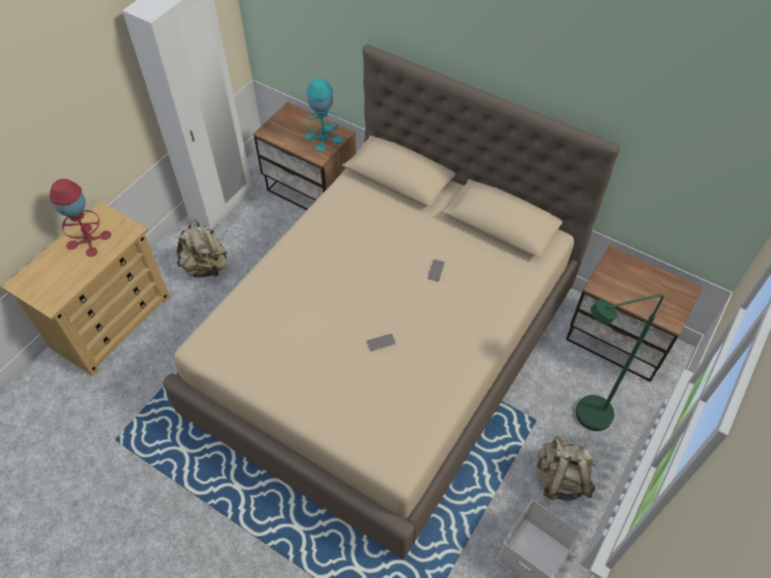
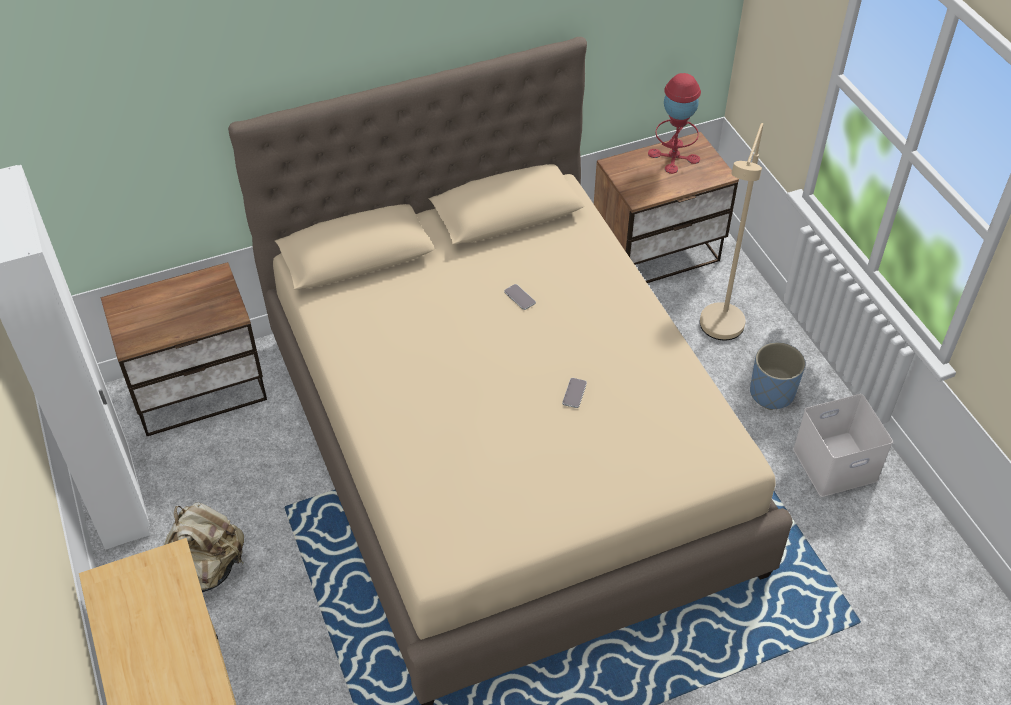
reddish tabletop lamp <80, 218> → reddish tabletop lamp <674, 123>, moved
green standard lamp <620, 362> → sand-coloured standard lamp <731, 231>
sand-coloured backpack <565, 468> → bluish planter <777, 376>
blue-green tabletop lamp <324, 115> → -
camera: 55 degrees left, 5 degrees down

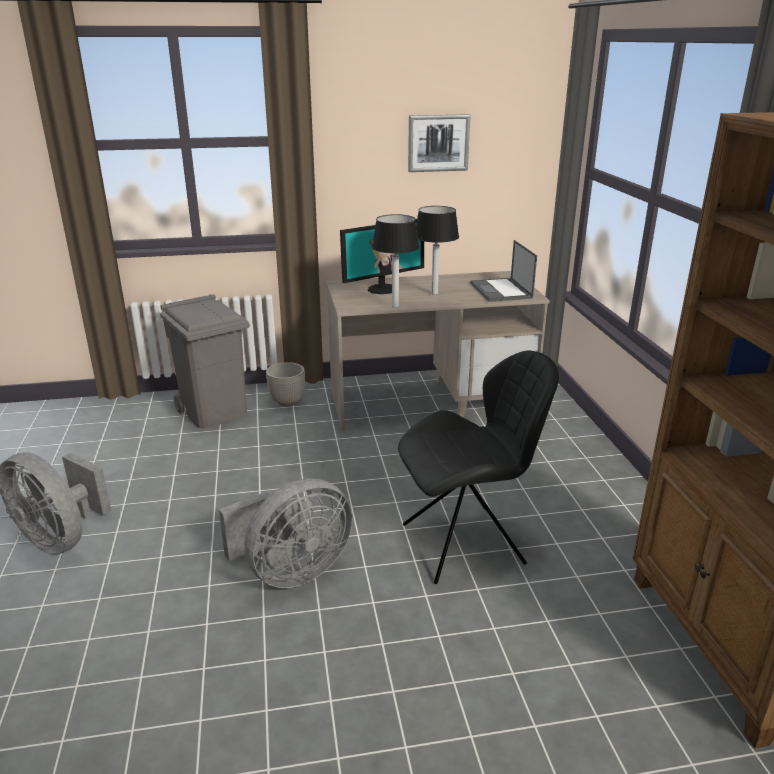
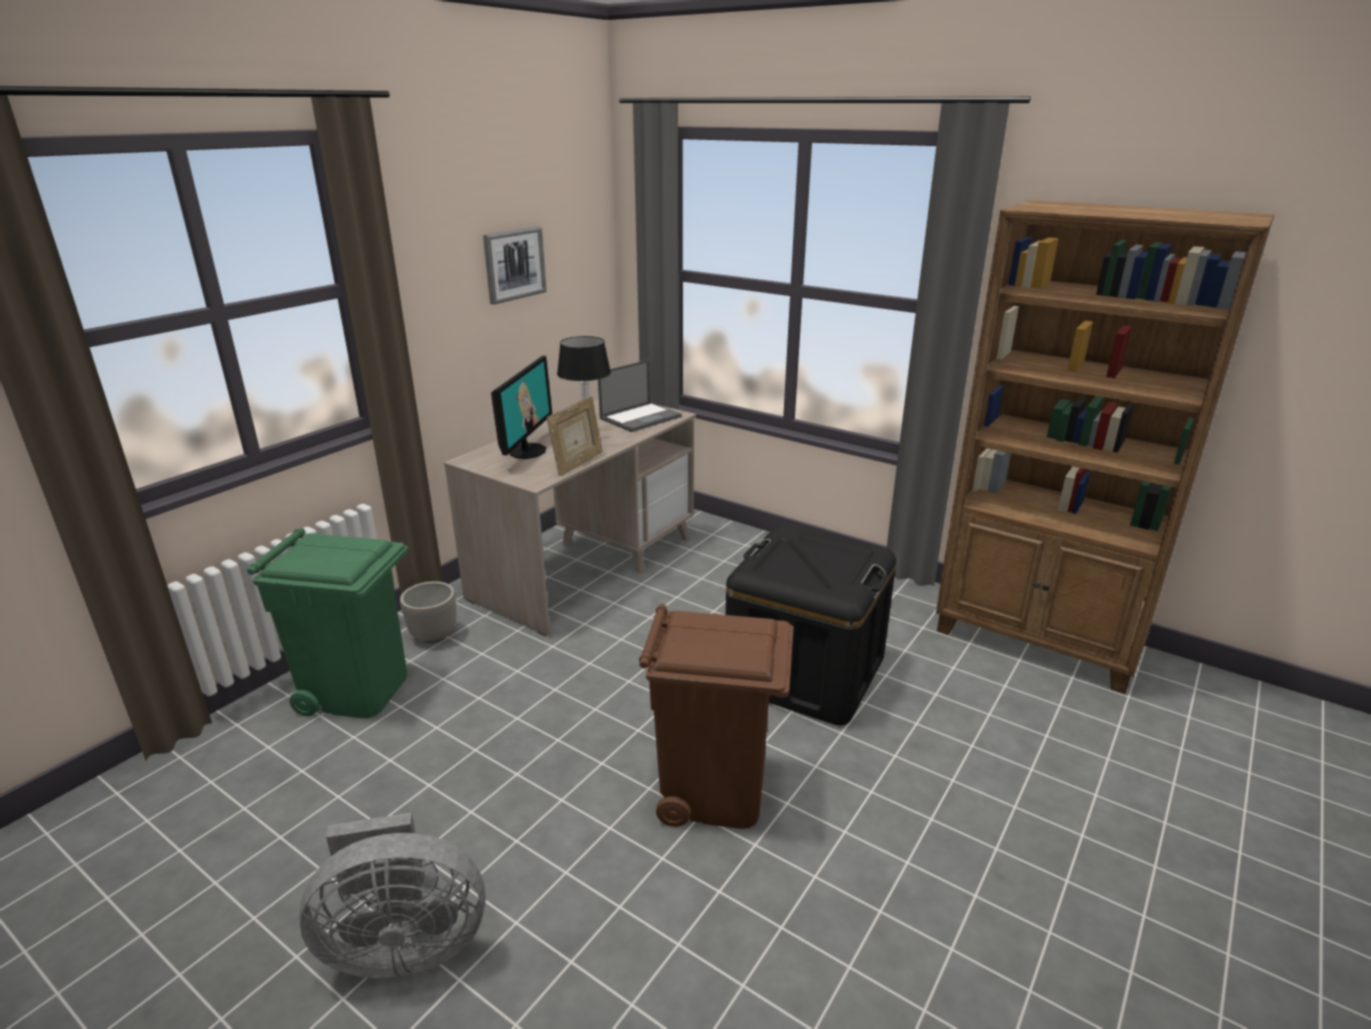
greyish rubbish bin <205, 361> → green rubbish bin <328, 623>
tabletop lamp <396, 261> → standing frame <575, 436>
laptop <503, 271> → laptop <640, 396>, 75 degrees counterclockwise
greyish cooling fan <286, 533> → brown-coloured rubbish bin <716, 716>
black-coloured upright chair <478, 467> → black-coloured storage bin <810, 625>
camera: 45 degrees left, 0 degrees up

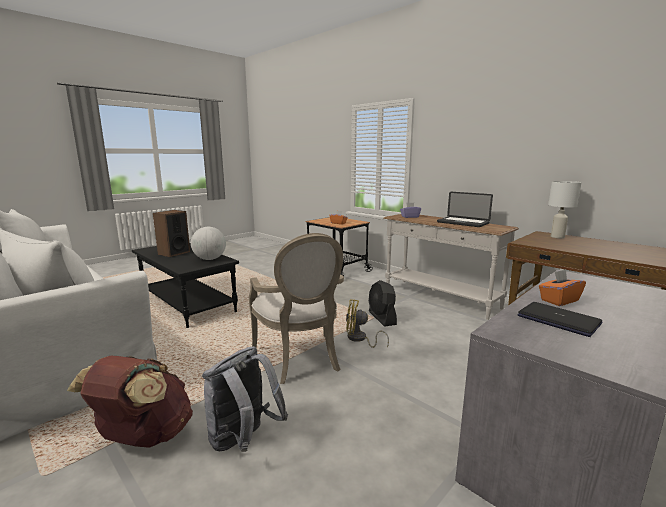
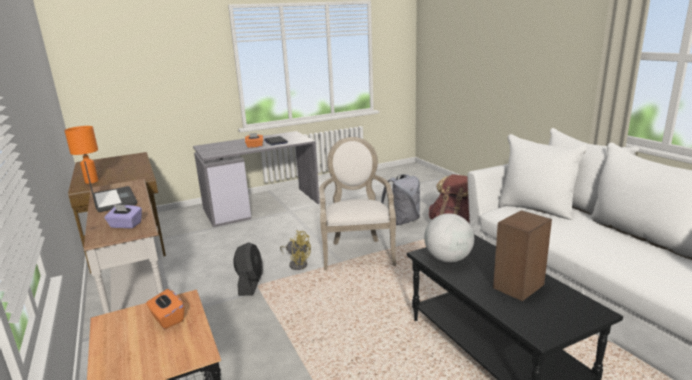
whitish tabletop lamp <565, 209> → orange tabletop lamp <81, 155>
camera: 160 degrees left, 5 degrees up

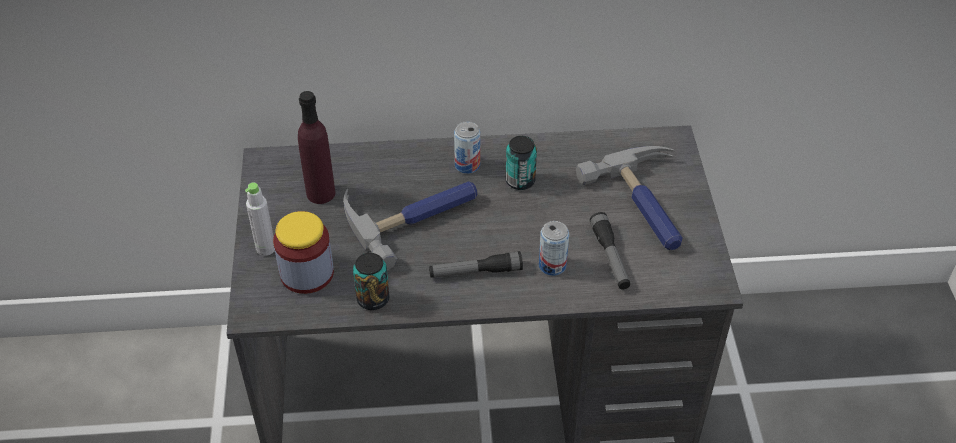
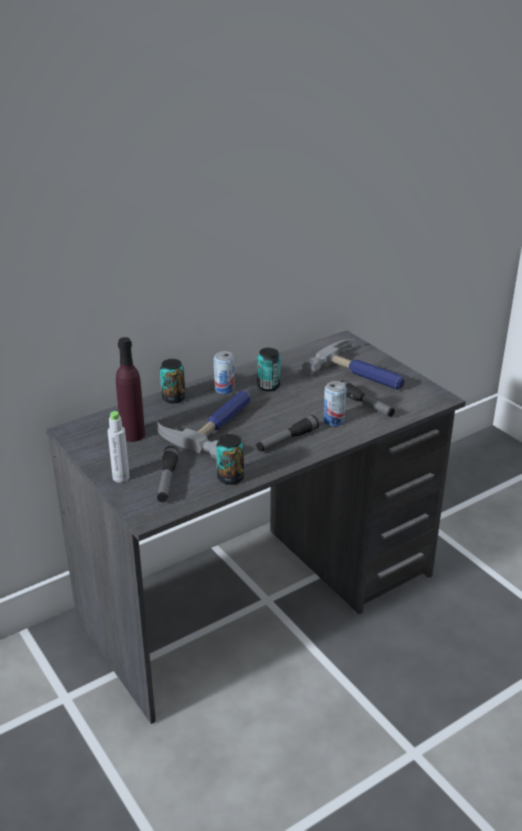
jar <303, 252> → torch <168, 474>
- → can <172, 381>
camera: 30 degrees left, 15 degrees down

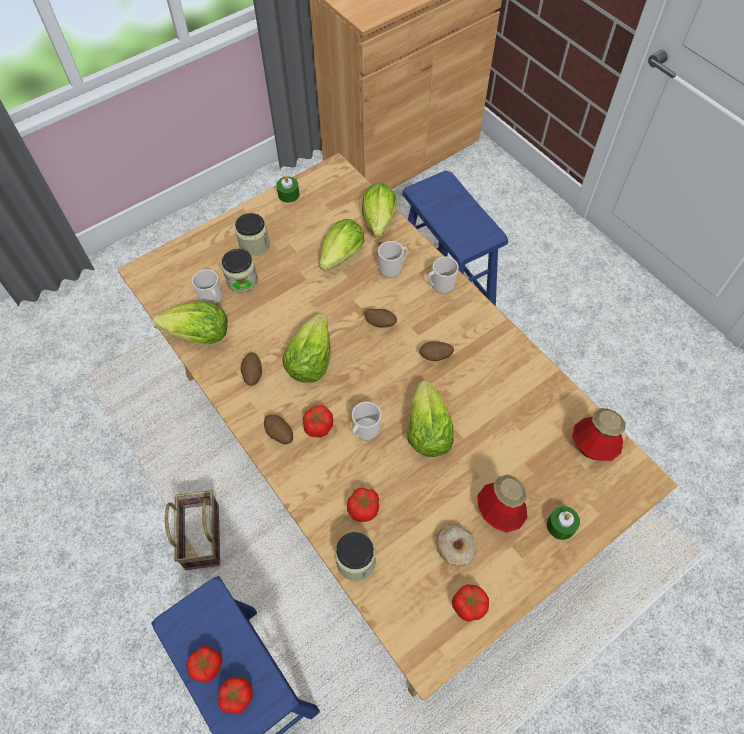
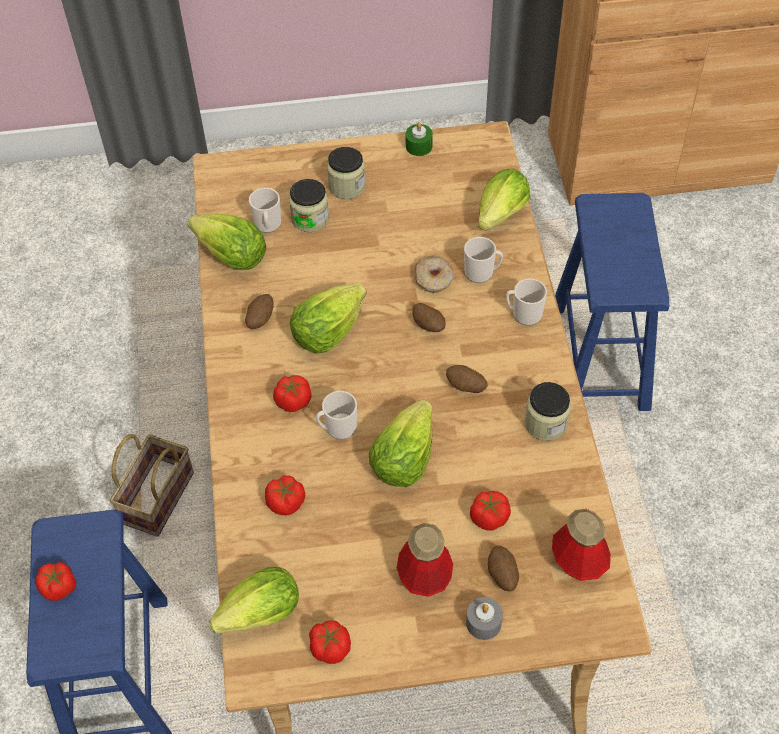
head of lettuce <342, 245> → head of lettuce <254, 600>, moved
doughnut <456, 545> → doughnut <433, 274>, moved
green wax light <563, 523> → greyish wax light <484, 618>
whole tomato <235, 695> → whole tomato <490, 511>, moved
spud <278, 429> → spud <503, 568>, moved
jar <355, 556> → jar <548, 411>, moved
camera: 30 degrees right, 5 degrees down

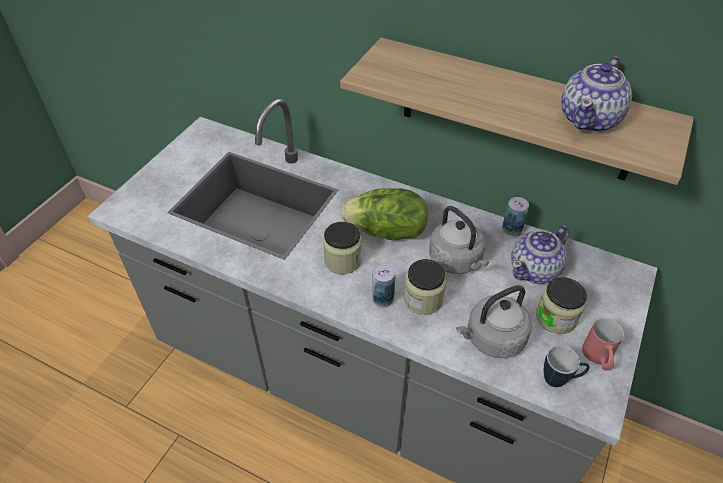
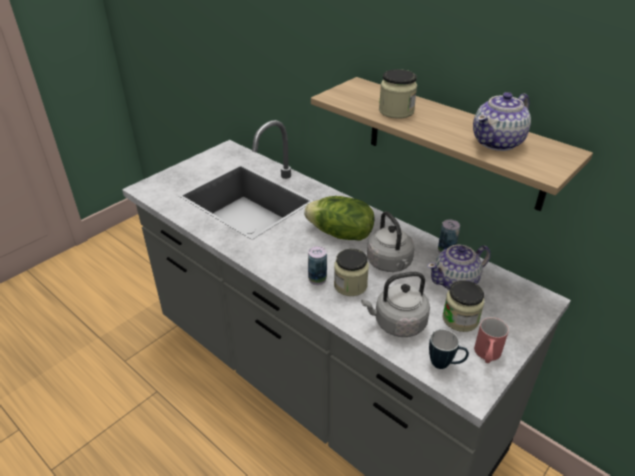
jar <342, 248> → jar <398, 94>, moved
camera: 15 degrees right, 10 degrees down

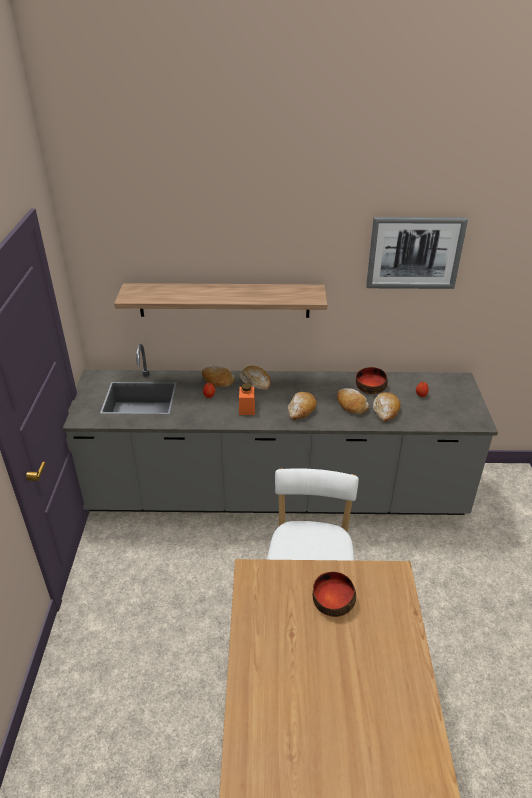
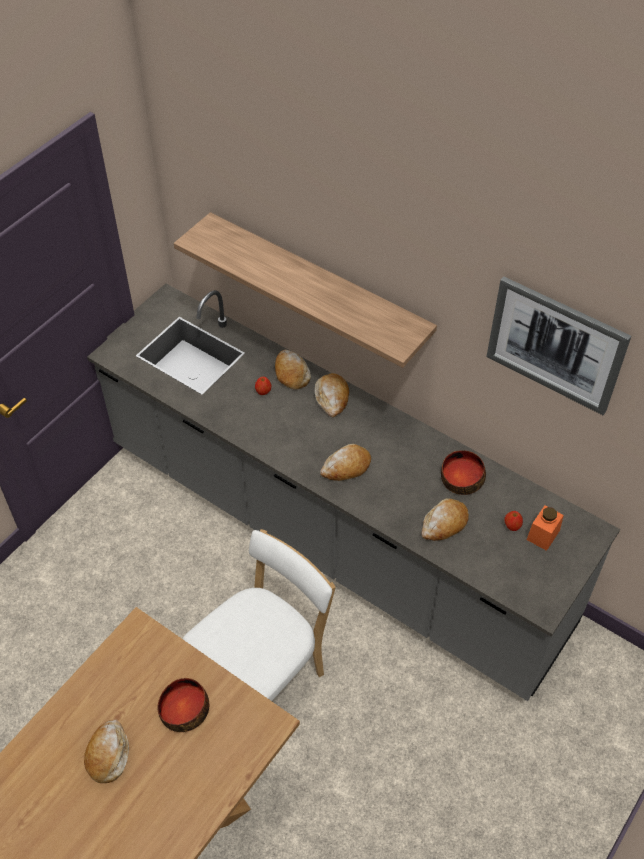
bread <353, 401> → bread <106, 751>, moved
orange jar <247, 399> → orange jar <545, 528>, moved
camera: 35 degrees right, 15 degrees up

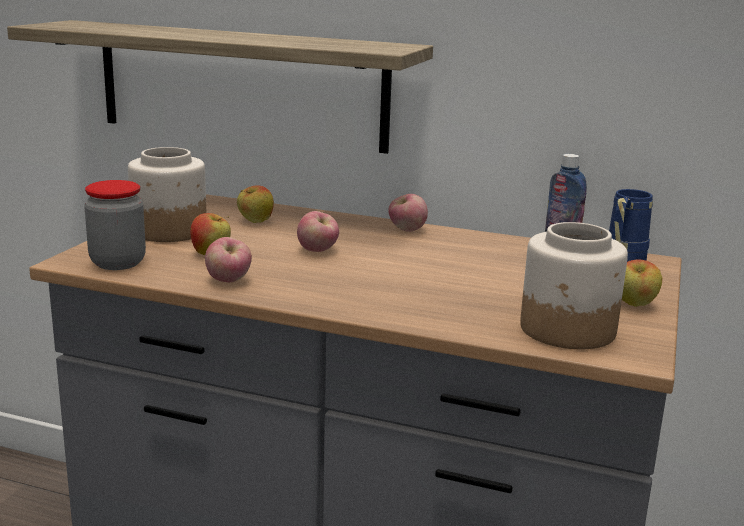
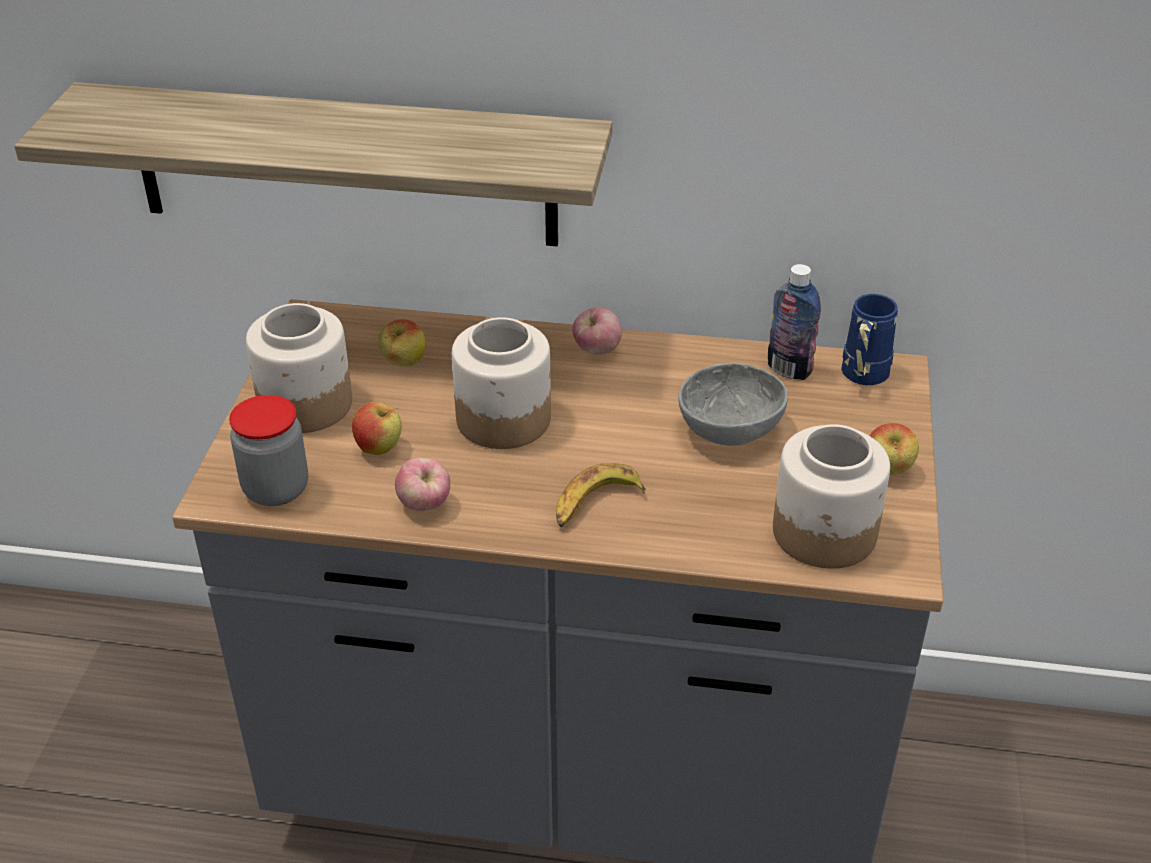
apple <318, 231> → jar <501, 383>
- → banana <601, 495>
- → greyish serving bowl <733, 404>
camera: 10 degrees left, 20 degrees up

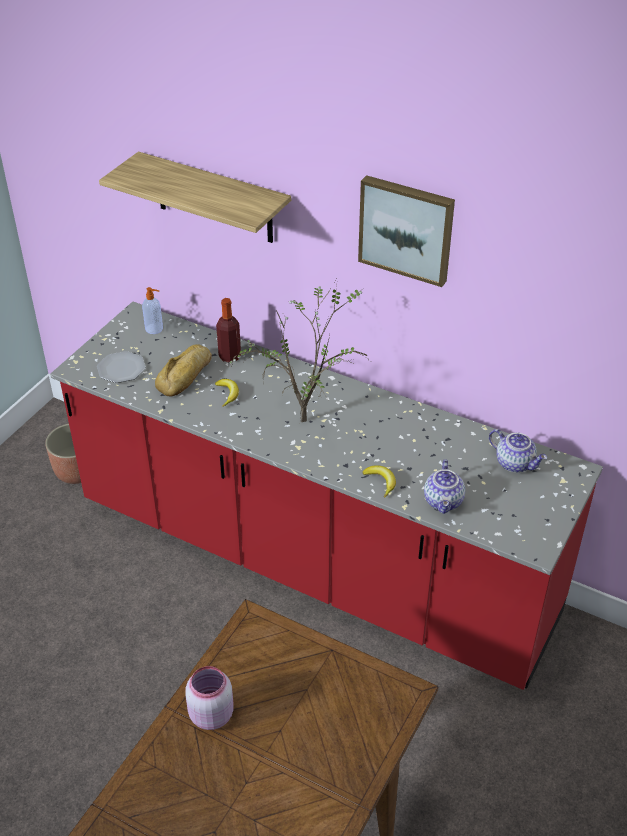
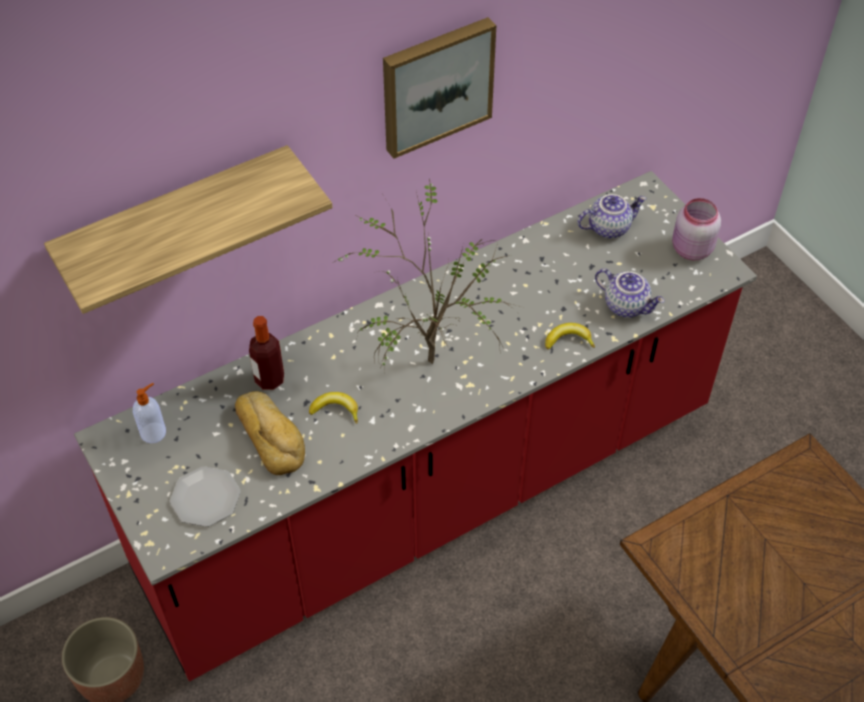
pink-coloured jar <209, 698> → pink-coloured jar <696, 229>, moved
camera: 60 degrees left, 10 degrees up

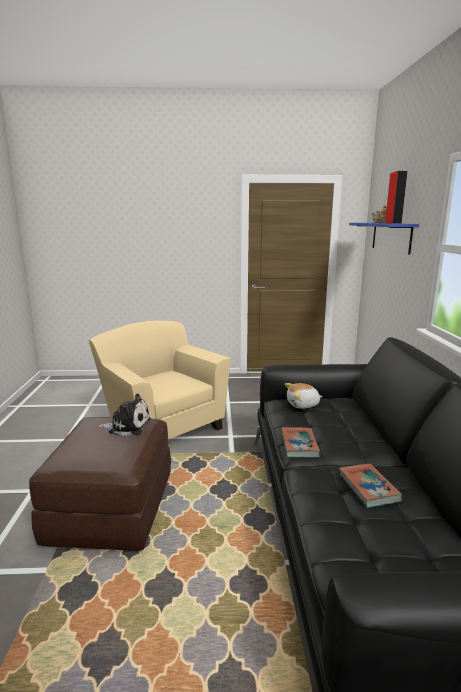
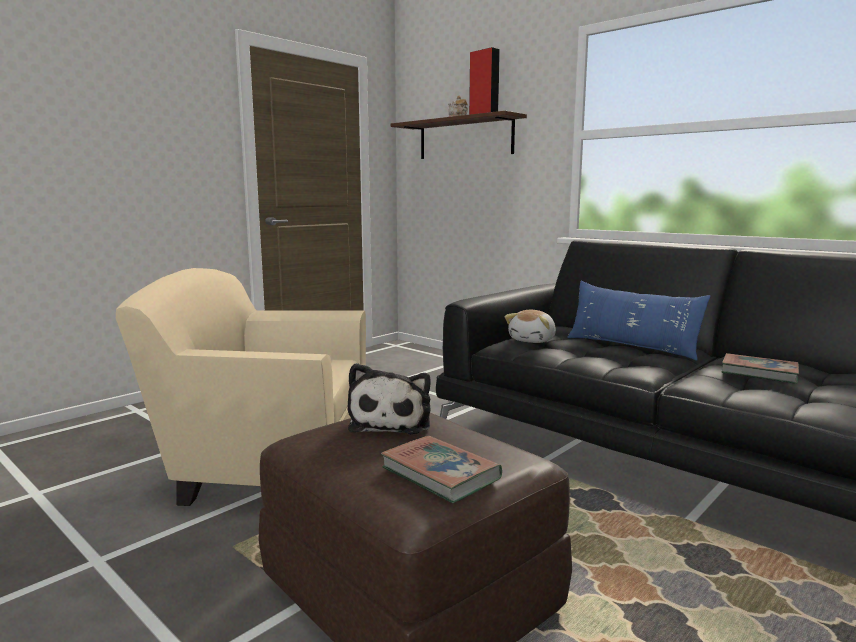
plush toy <124, 414> → plush toy <389, 398>, 135 degrees clockwise
volume <301, 442> → volume <441, 469>, moved
bluish shelf <384, 239> → brown-coloured shelf <459, 135>
- → bluish throw pillow <638, 321>
camera: 45 degrees left, 5 degrees down

